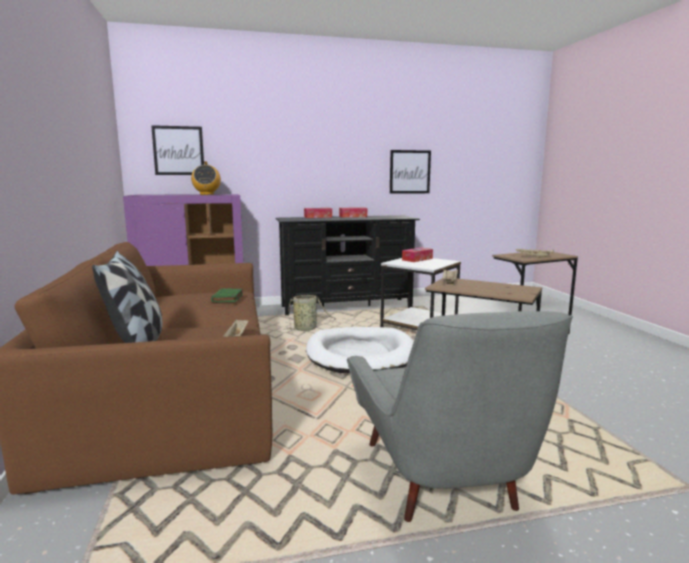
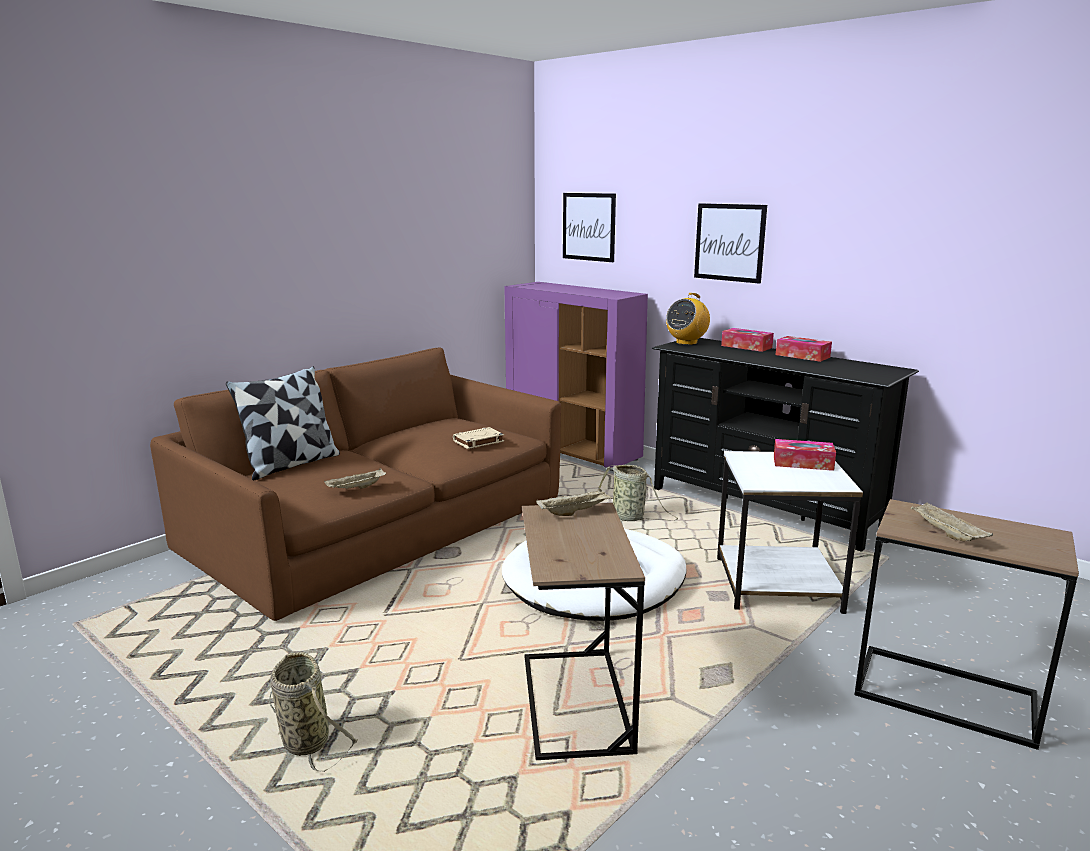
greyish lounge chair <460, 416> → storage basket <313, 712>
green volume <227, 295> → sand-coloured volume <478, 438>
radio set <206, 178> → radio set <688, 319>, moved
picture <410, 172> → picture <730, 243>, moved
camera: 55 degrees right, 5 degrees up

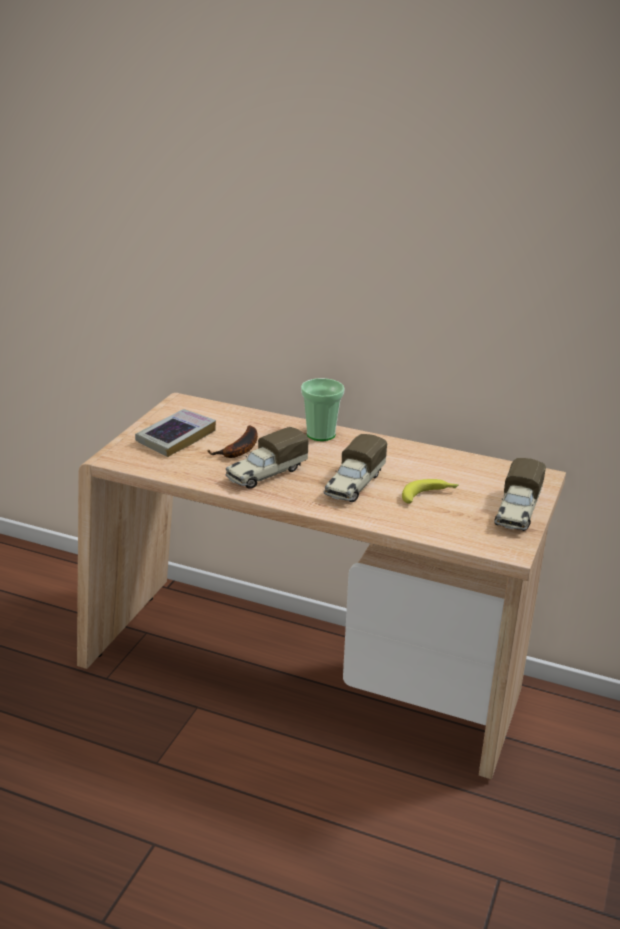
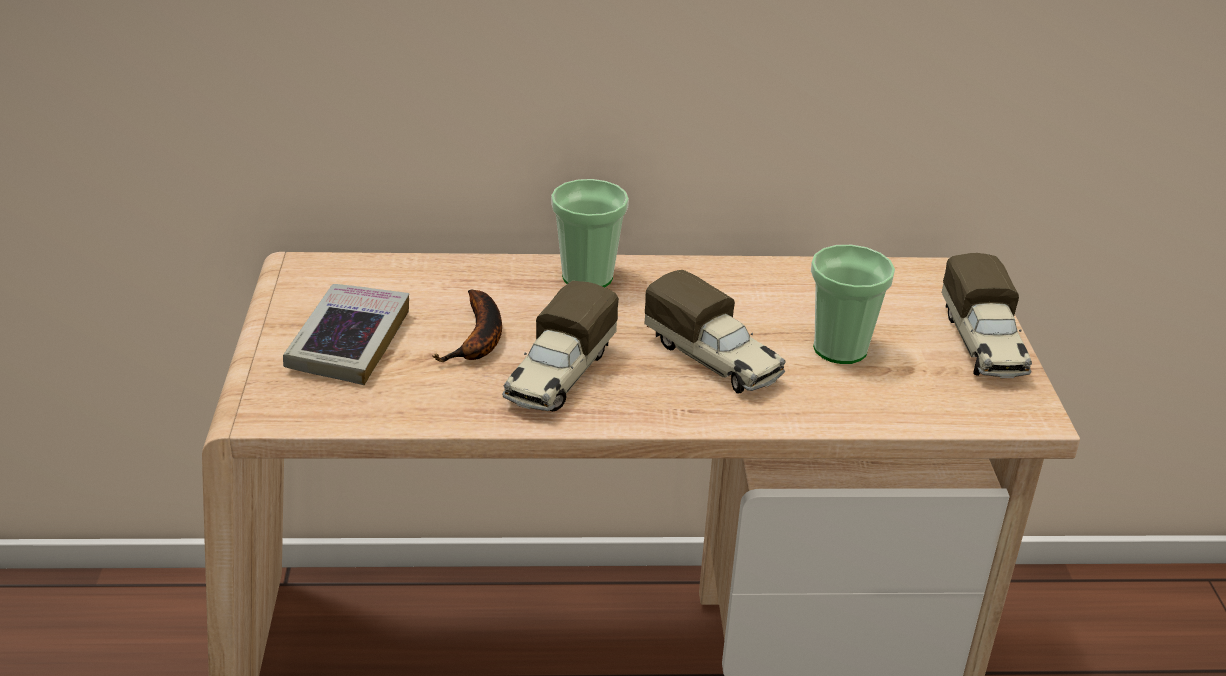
toy truck <355, 468> → toy truck <715, 332>, 45 degrees counterclockwise
banana <430, 491> → small cup <853, 304>
camera: 25 degrees left, 5 degrees up

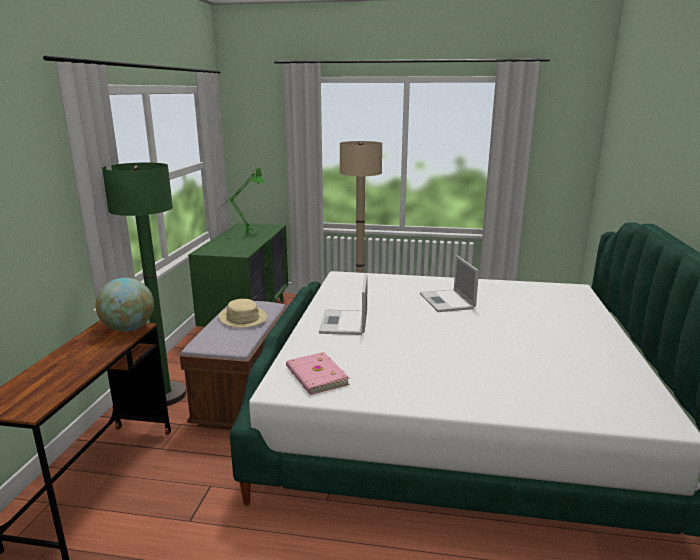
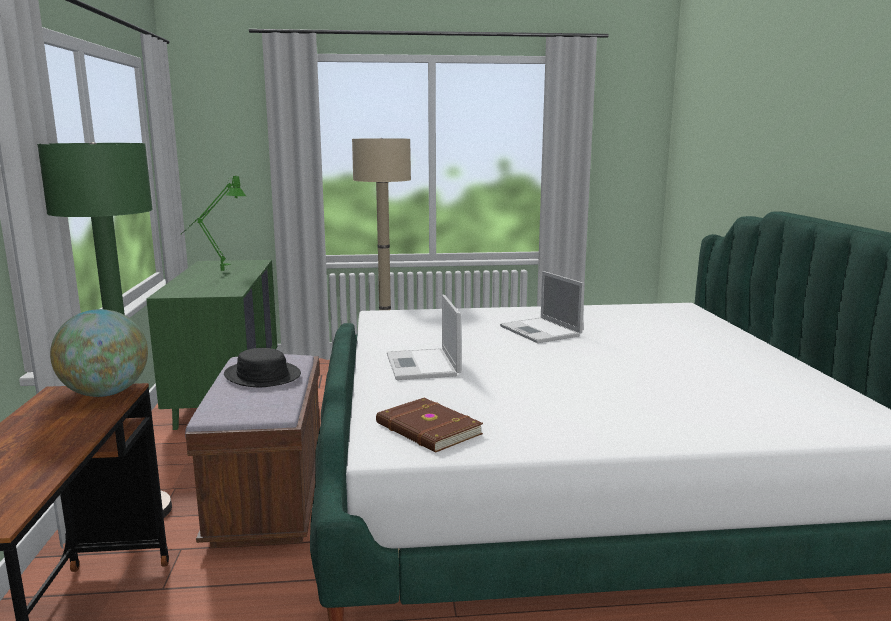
sand-coloured wearable hat <243, 313> → black-coloured wearable hat <262, 367>
pink-coloured volume <318, 373> → brown-coloured volume <429, 425>
camera: 15 degrees left, 5 degrees down

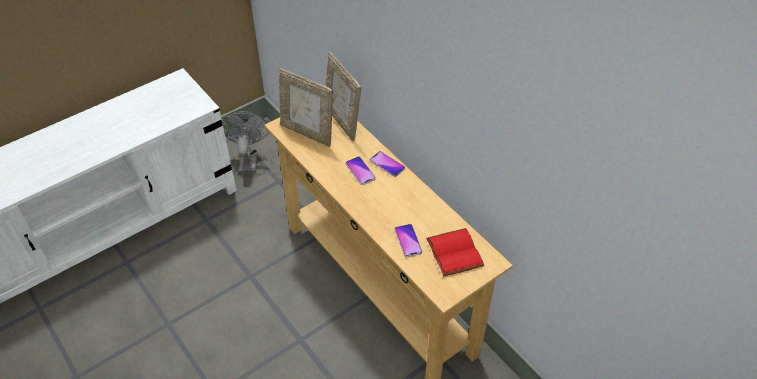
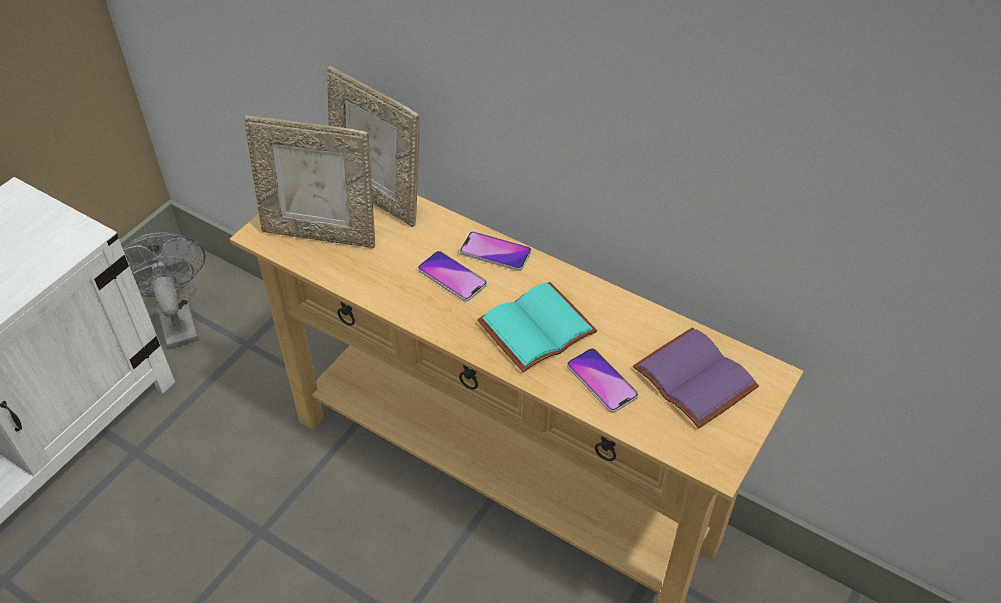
- → blue-green volume <537, 327>
reddish volume <455, 252> → purple volume <696, 378>
camera: 20 degrees left, 0 degrees up

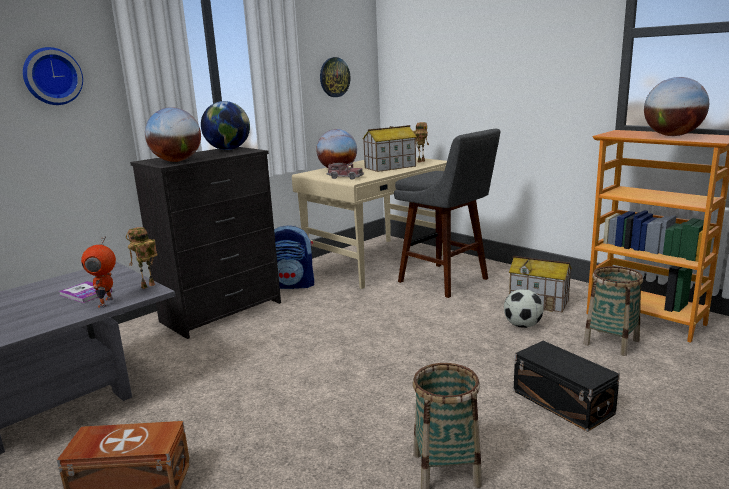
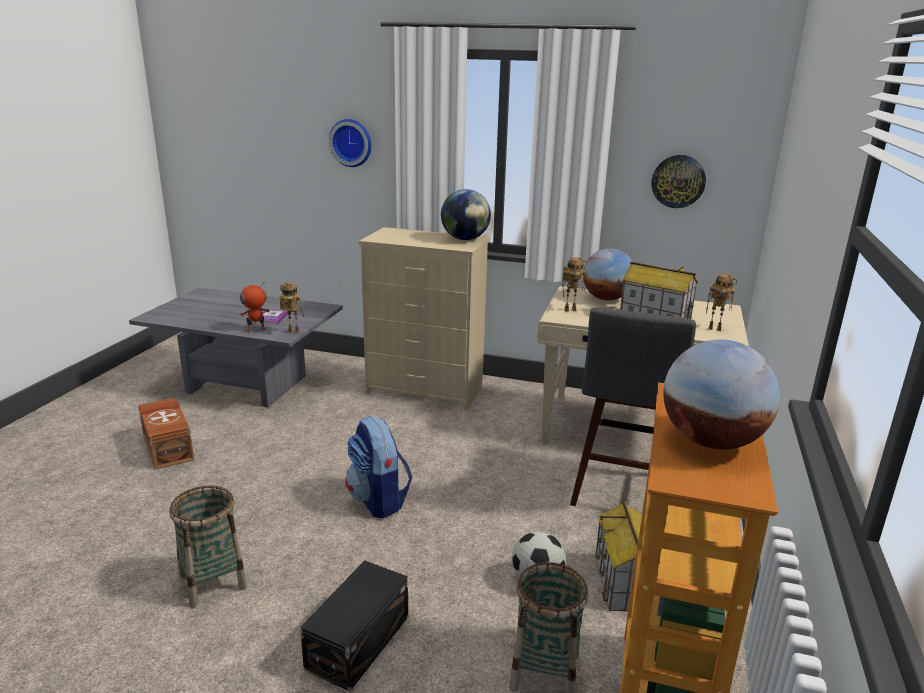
backpack <294, 257> → backpack <378, 467>, moved
black-coloured drawer chest <205, 243> → sand-coloured drawer chest <424, 318>
toy truck <345, 170> → model robot <574, 284>
globe <173, 134> → -
camera: 60 degrees right, 5 degrees up

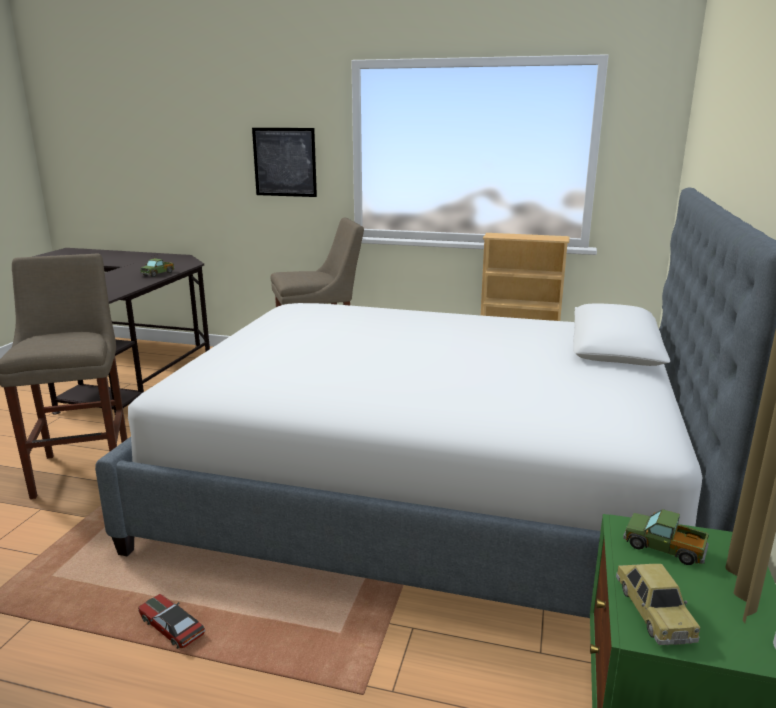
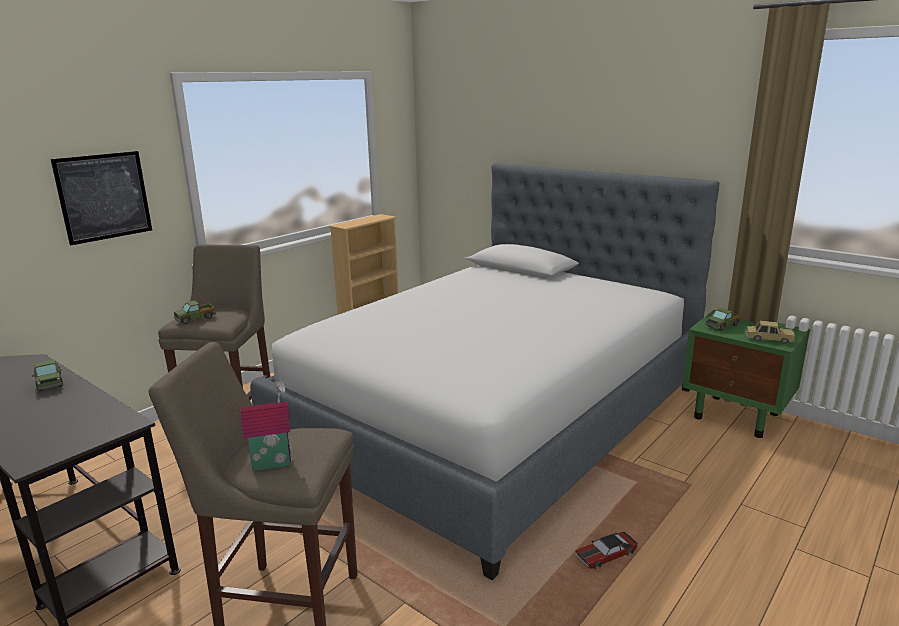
- → toy truck <195, 312>
- → toy house <266, 425>
camera: 65 degrees left, 0 degrees up

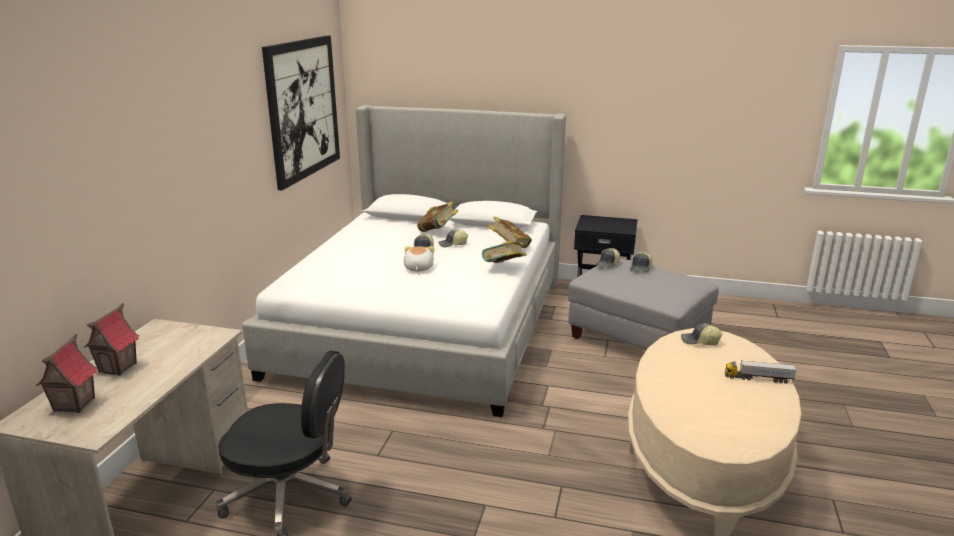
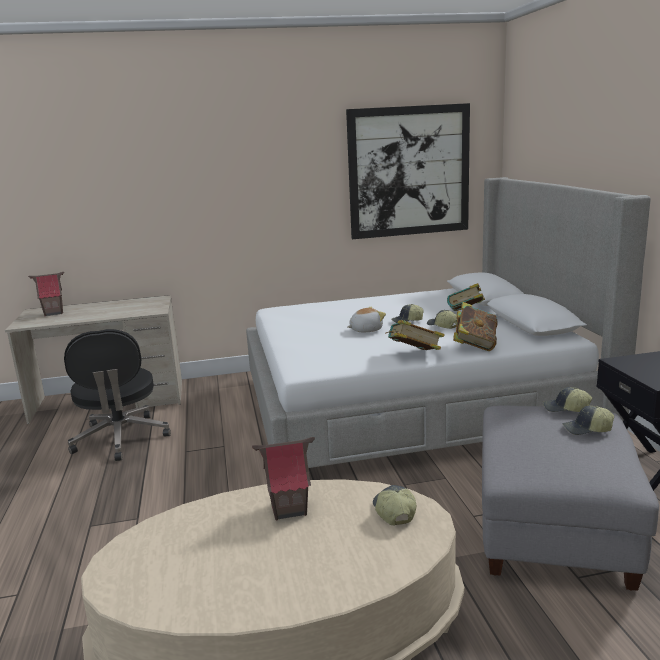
toy house <111, 339> → toy house <283, 478>, moved
toy truck <761, 372> → -
camera: 65 degrees right, 5 degrees down

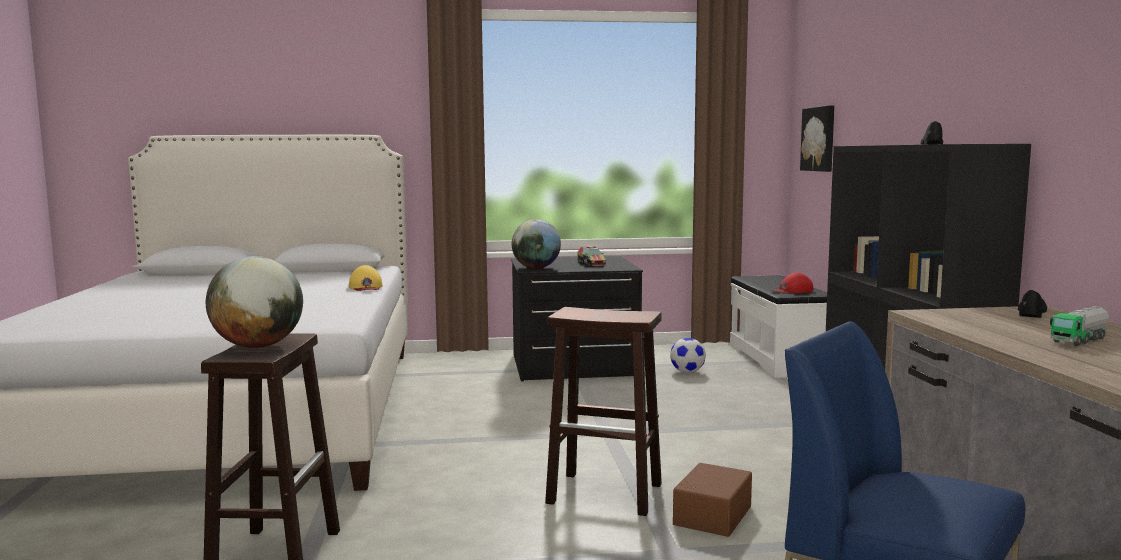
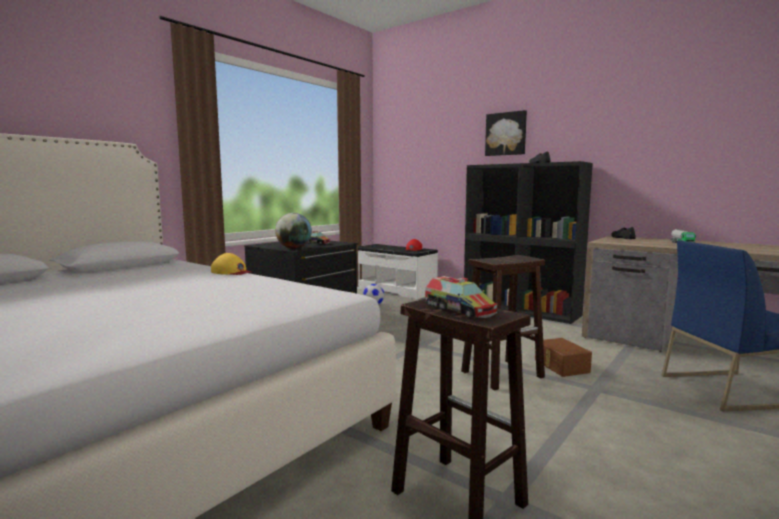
globe <254, 302> → toy truck <461, 297>
picture <817, 138> → picture <506, 133>, moved
camera: 45 degrees left, 0 degrees up

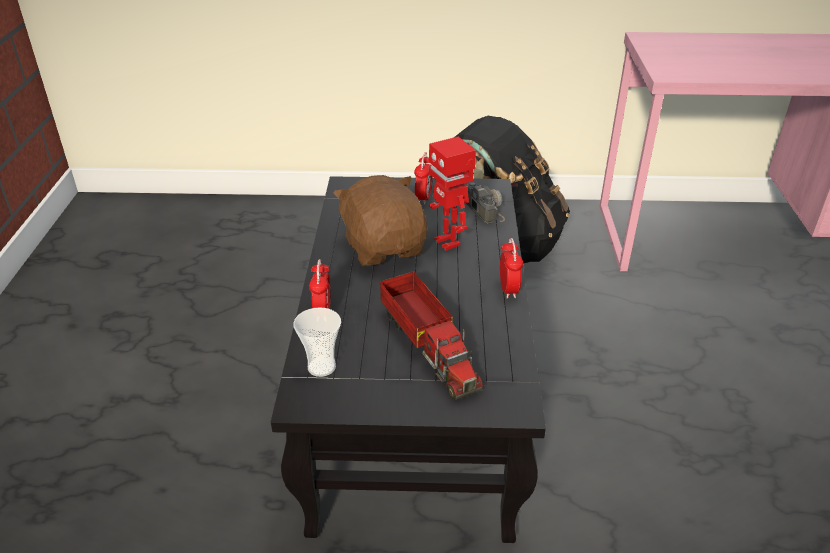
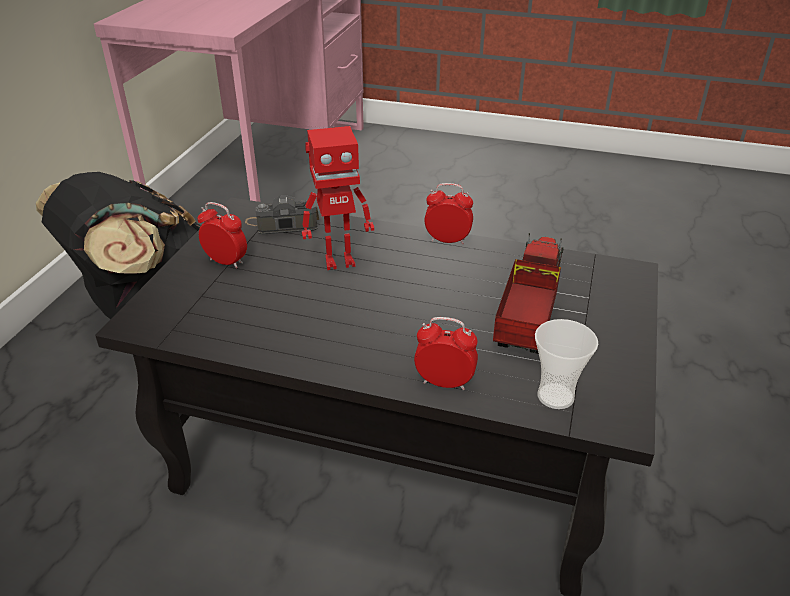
toy truck <431, 335> → toy truck <528, 293>, 60 degrees counterclockwise
brown-coloured plush toy <380, 220> → -
camera: 75 degrees left, 0 degrees up

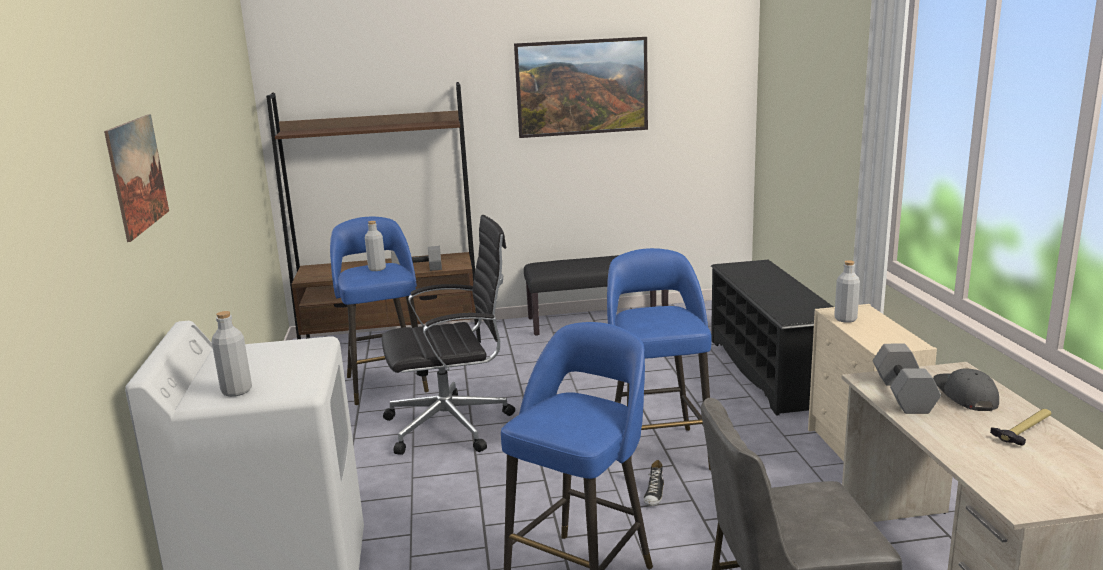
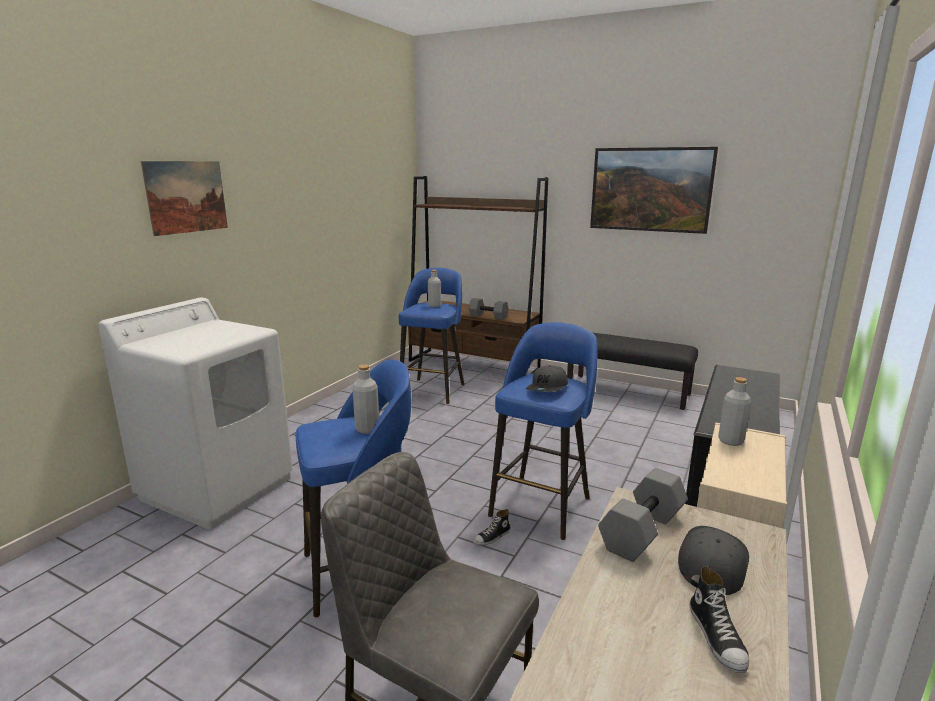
greyish drink bottle <231, 354> → greyish drink bottle <365, 399>, moved
- → greyish baseball cap <547, 378>
hand hammer <1020, 427> → shoe <719, 619>
black-coloured computer chair <448, 335> → -
camera: 35 degrees right, 0 degrees up

